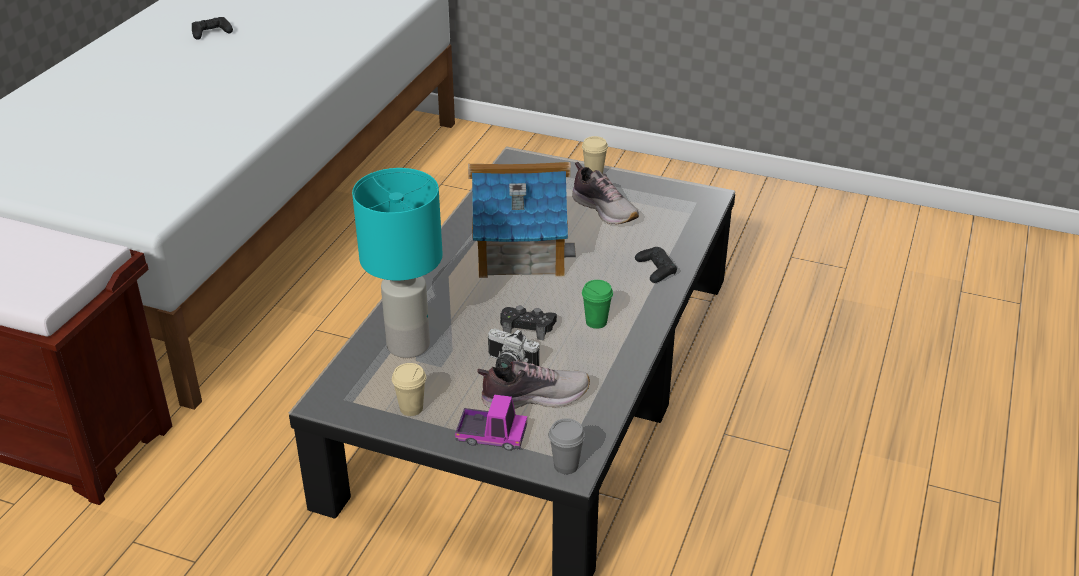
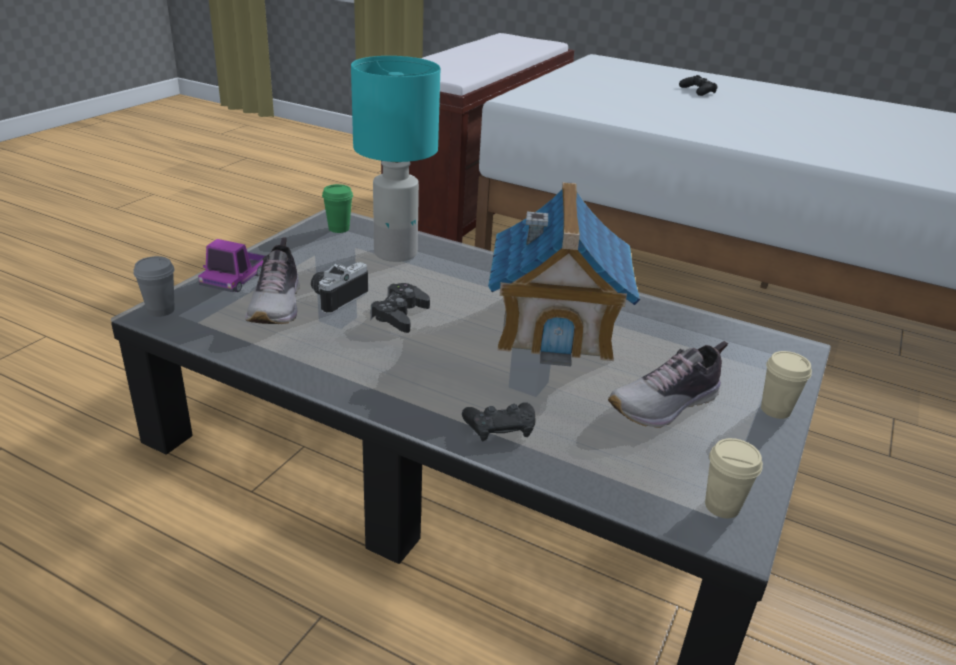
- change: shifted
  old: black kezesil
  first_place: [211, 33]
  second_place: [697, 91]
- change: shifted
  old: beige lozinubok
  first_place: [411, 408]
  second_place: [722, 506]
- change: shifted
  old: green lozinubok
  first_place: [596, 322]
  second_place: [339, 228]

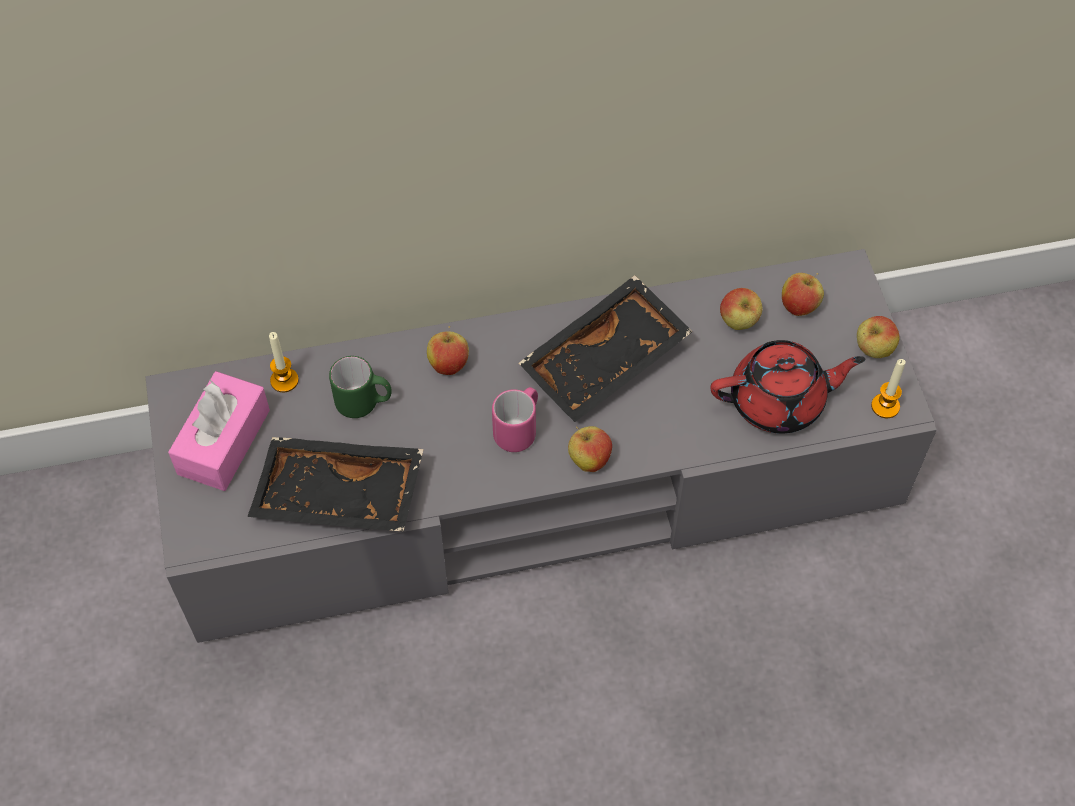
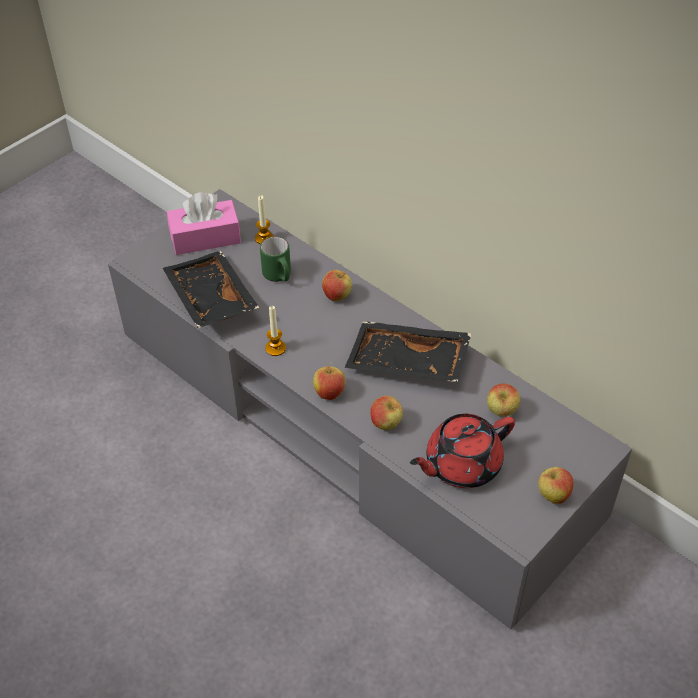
- change: gone
  old: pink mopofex
  first_place: [519, 429]
- change: shifted
  old: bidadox
  first_place: [799, 307]
  second_place: [386, 424]
- change: shifted
  old: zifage
  first_place: [885, 406]
  second_place: [275, 348]
- change: rotated
  old: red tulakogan
  first_place: [779, 401]
  second_place: [461, 464]
  degrees: 105

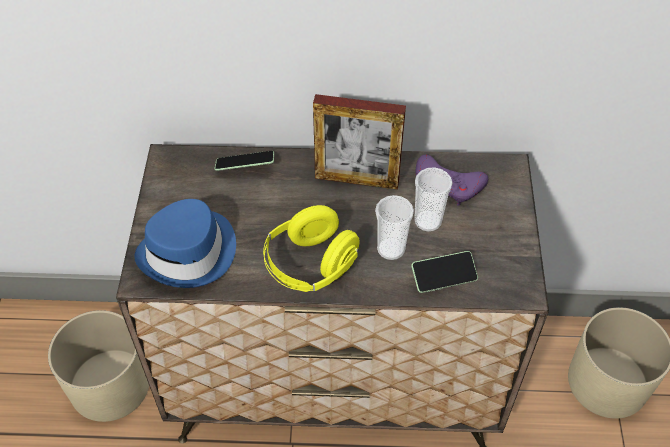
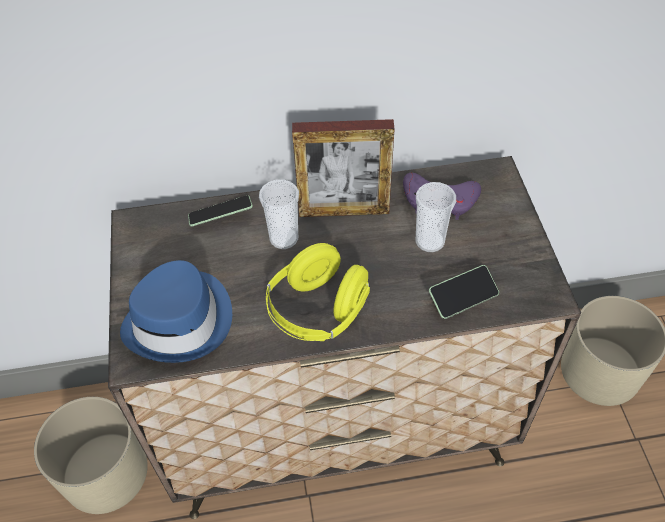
- change: shifted
  old: lozinubok
  first_place: [391, 249]
  second_place: [284, 238]

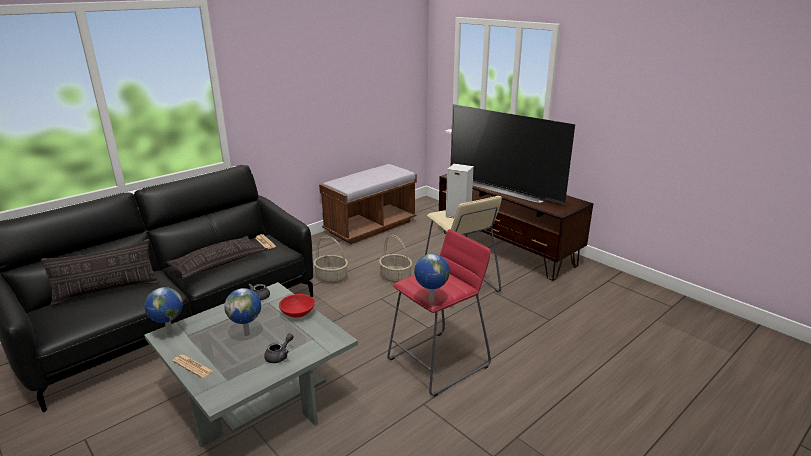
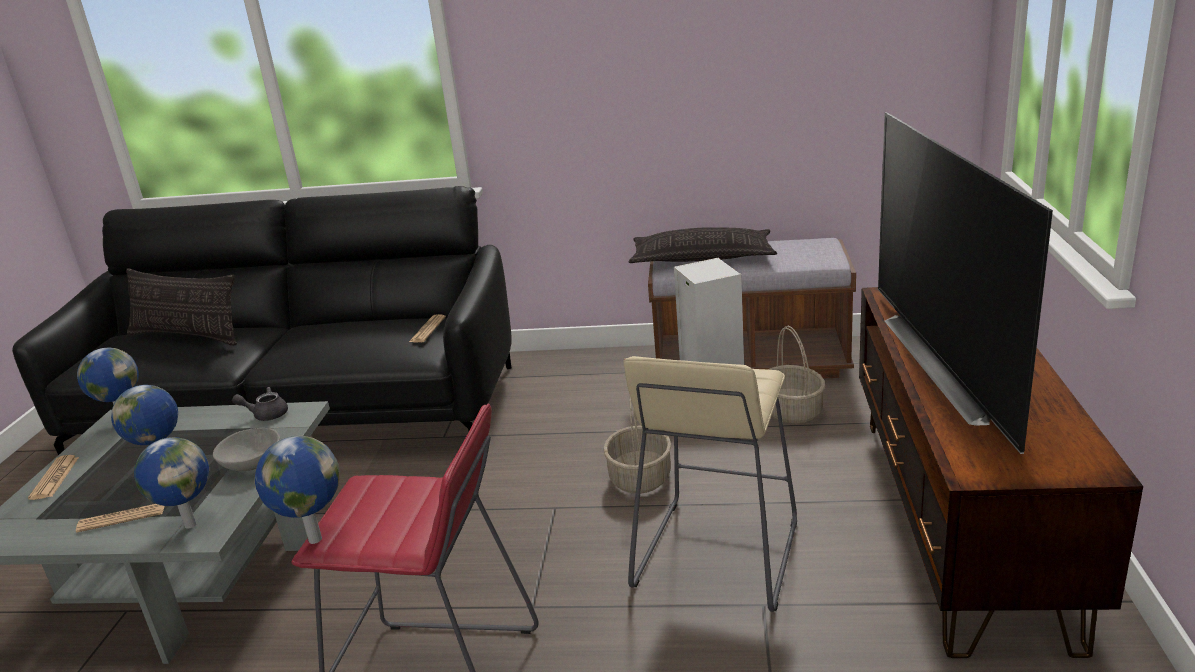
- change: new
  new: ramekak
  second_place: [190, 524]
- change: shifted
  old: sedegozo
  first_place: [219, 262]
  second_place: [702, 257]
- change: shifted
  old: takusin
  first_place: [332, 277]
  second_place: [793, 411]
- change: swapped
  old: grey tulakogan
  new: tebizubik
  first_place: [279, 356]
  second_place: [122, 518]
- change: repainted
  old: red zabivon
  new: grey zabivon
  first_place: [298, 313]
  second_place: [252, 463]

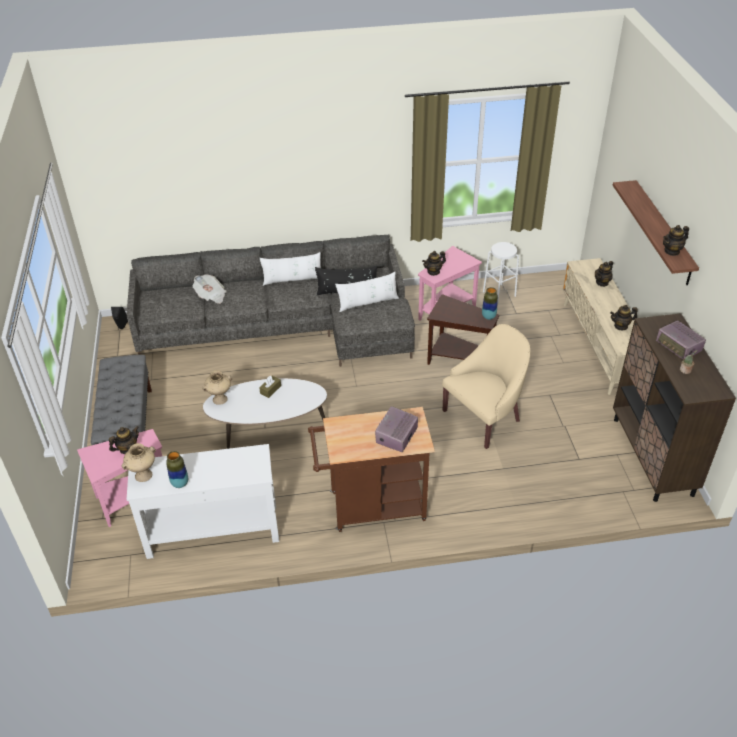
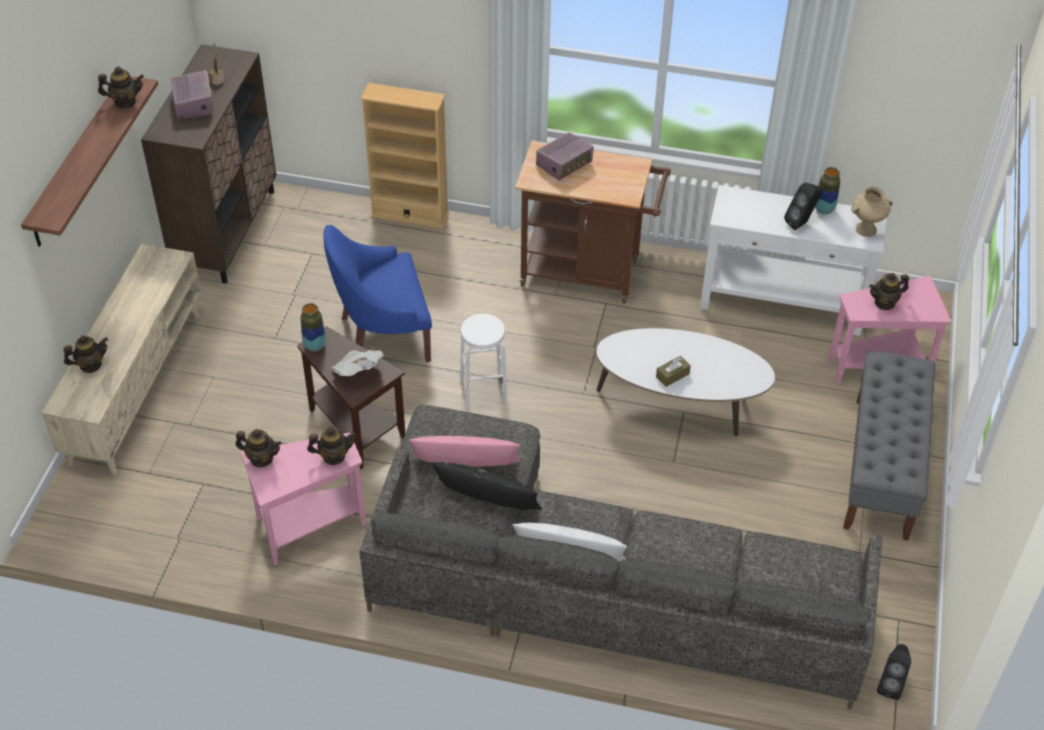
- change: gone
  old: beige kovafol
  first_place: [220, 400]
- change: new
  new: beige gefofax
  second_place: [410, 214]
- change: new
  new: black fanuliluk
  second_place: [801, 223]
- change: shifted
  old: tebizubik
  first_place: [211, 296]
  second_place: [358, 371]
- change: shifted
  old: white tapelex
  first_place: [499, 294]
  second_place: [483, 393]
- change: shifted
  old: tulakogan
  first_place: [621, 326]
  second_place: [261, 458]
- change: repainted
  old: white sedegozo
  new: pink sedegozo
  first_place: [368, 303]
  second_place: [465, 464]
- change: repainted
  old: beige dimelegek
  new: blue dimelegek
  first_place: [484, 417]
  second_place: [382, 335]

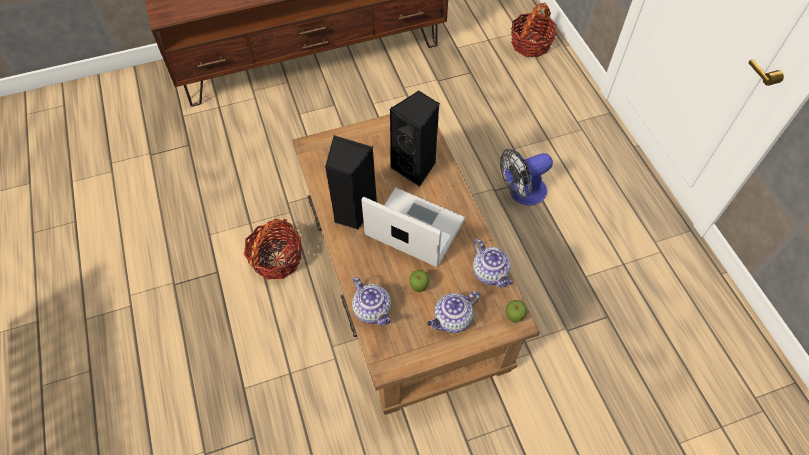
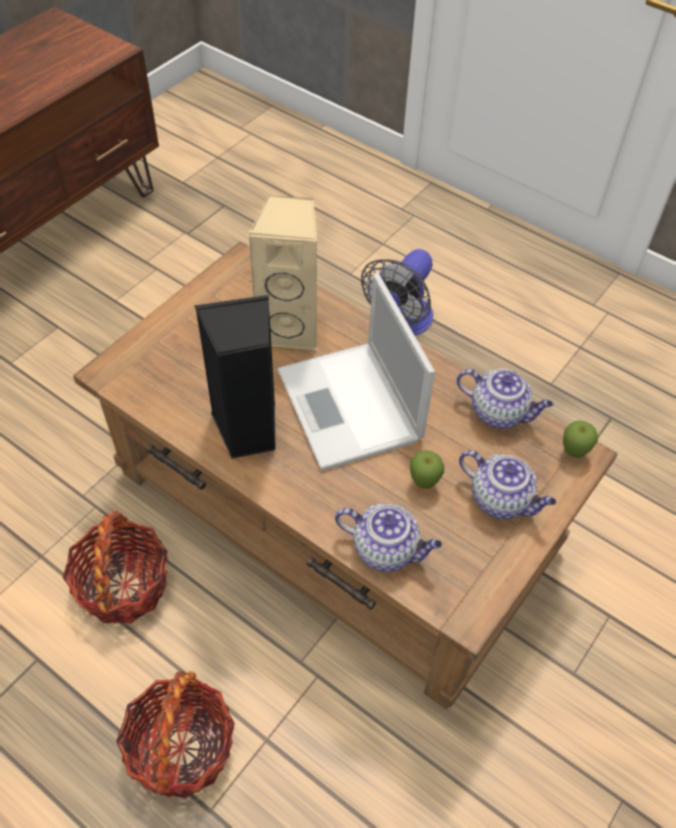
- change: shifted
  old: takusin
  first_place: [530, 44]
  second_place: [182, 748]
- change: repainted
  old: black fanuliluk
  new: beige fanuliluk
  first_place: [415, 167]
  second_place: [290, 328]
- change: rotated
  old: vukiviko
  first_place: [413, 227]
  second_place: [350, 407]
  degrees: -105
- change: rotated
  old: tulakogan
  first_place: [452, 320]
  second_place: [501, 500]
  degrees: -75

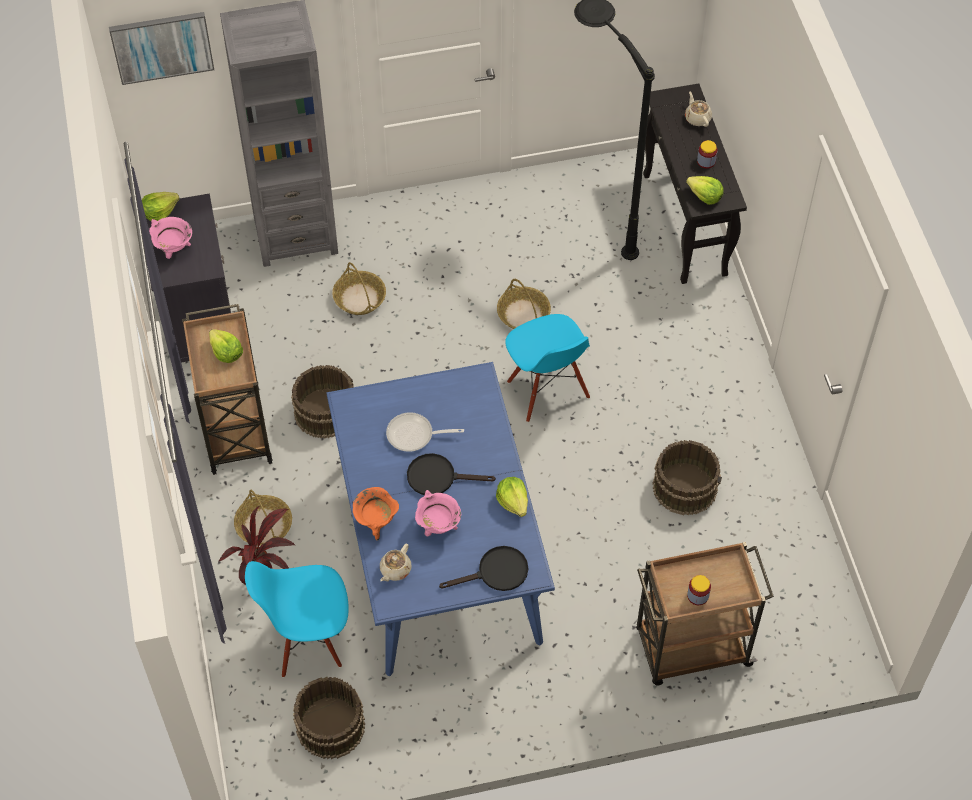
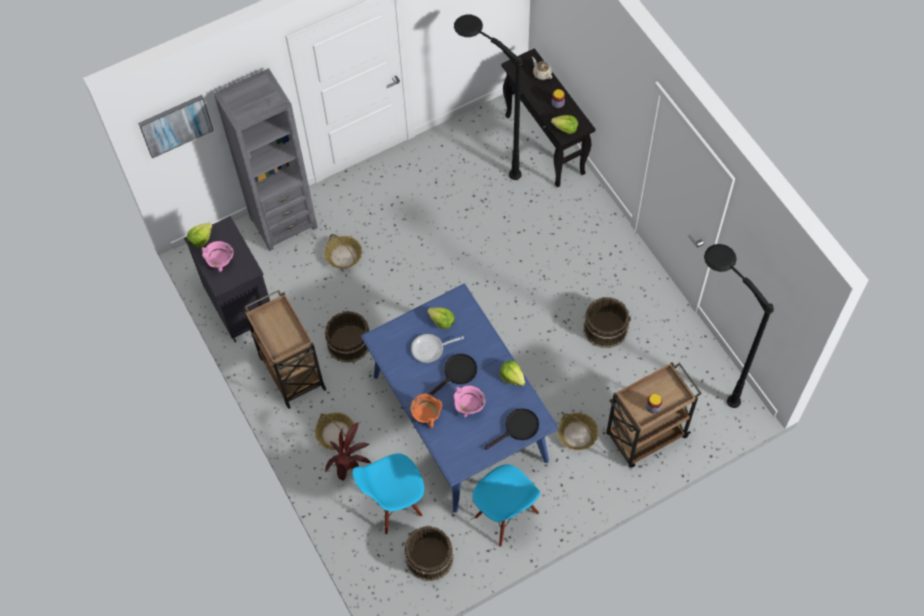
- change: gone
  old: beige tulakogan
  first_place: [395, 570]
- change: new
  new: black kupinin
  second_place: [702, 372]
- change: shifted
  old: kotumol
  first_place: [226, 353]
  second_place: [442, 321]
- change: shifted
  old: takusin
  first_place: [523, 315]
  second_place: [577, 434]
- change: shifted
  old: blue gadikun
  first_place: [547, 390]
  second_place: [506, 516]
- change: rotated
  old: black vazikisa
  first_place: [438, 477]
  second_place: [457, 373]
  degrees: 150

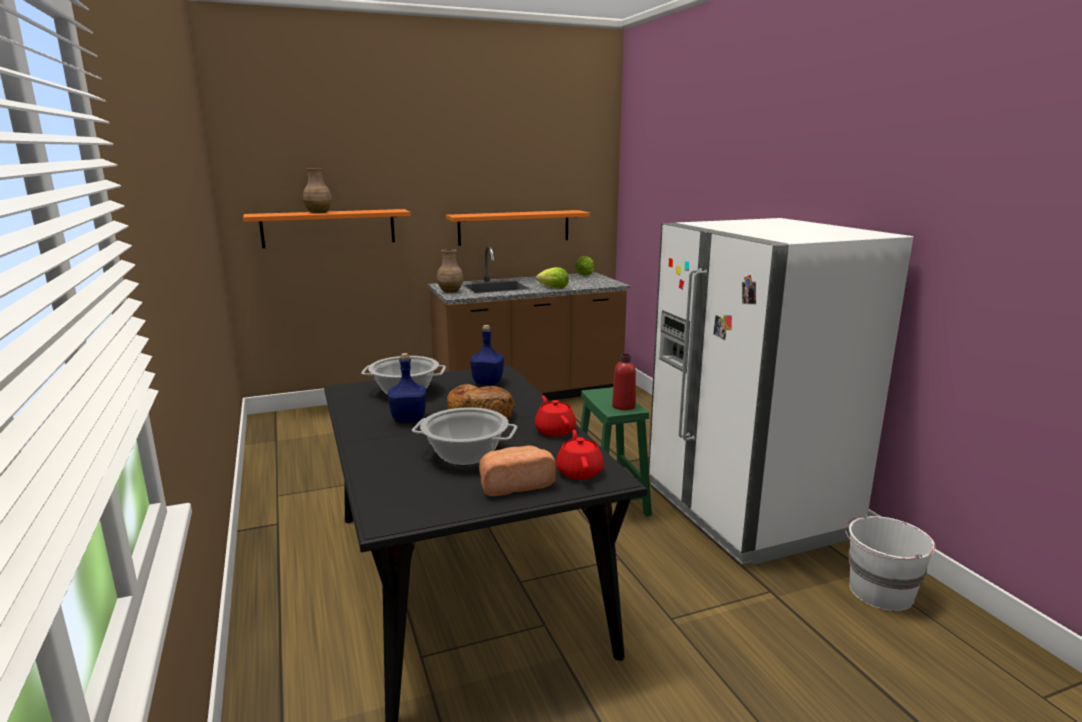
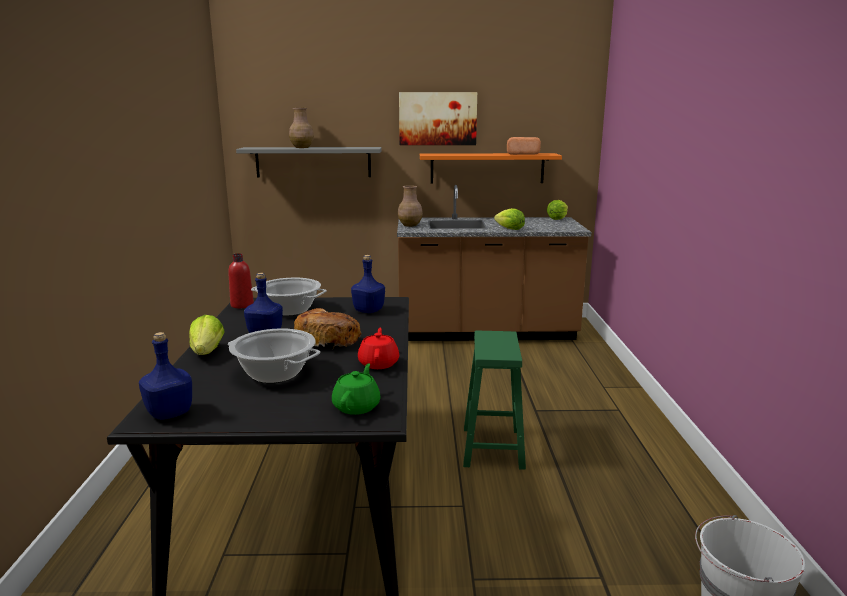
- change: gone
  old: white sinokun
  first_place: [747, 510]
- change: new
  new: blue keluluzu
  second_place: [170, 413]
- change: new
  new: kotumol
  second_place: [207, 352]
- change: new
  new: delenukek
  second_place: [437, 118]
- change: shifted
  old: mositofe
  first_place: [514, 484]
  second_place: [522, 154]
- change: shifted
  old: red keluluzu
  first_place: [623, 406]
  second_place: [242, 305]
- change: repainted
  old: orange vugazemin
  new: grey vugazemin
  first_place: [329, 228]
  second_place: [313, 162]
- change: repainted
  old: red tulakogan
  new: green tulakogan
  first_place: [579, 472]
  second_place: [357, 406]

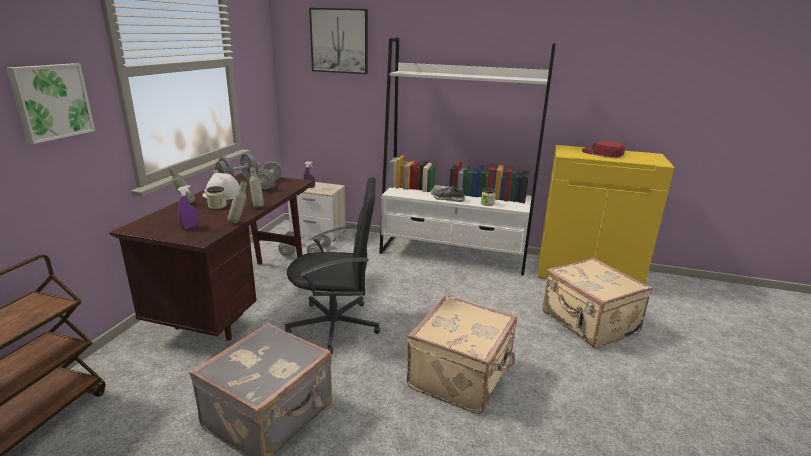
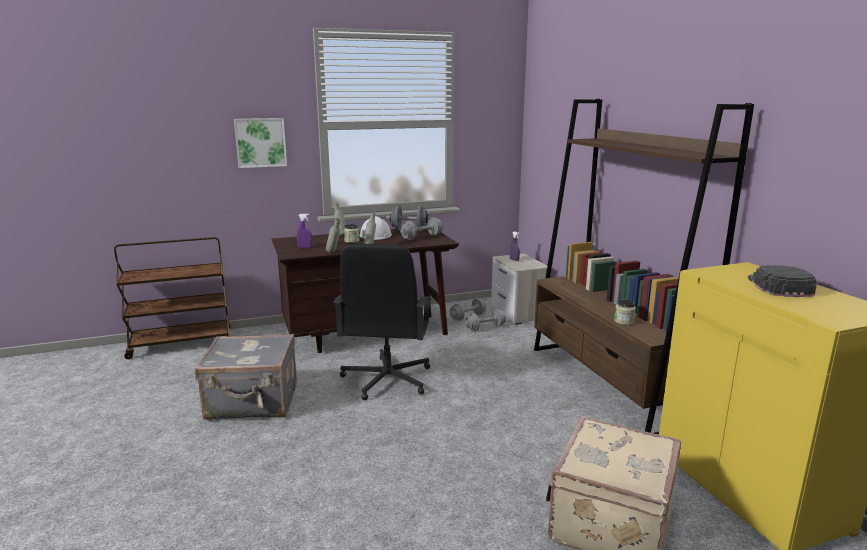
- change: gone
  old: delenukek
  first_place: [339, 41]
- change: gone
  old: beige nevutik
  first_place: [462, 376]
- change: gone
  old: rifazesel
  first_place: [447, 199]
- change: repainted
  old: white gefofax
  new: brown gefofax
  first_place: [453, 254]
  second_place: [608, 384]
- change: repainted
  old: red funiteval
  new: black funiteval
  first_place: [602, 153]
  second_place: [778, 286]
- change: rotated
  old: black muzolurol
  first_place: [335, 325]
  second_place: [386, 379]
  degrees: 45

